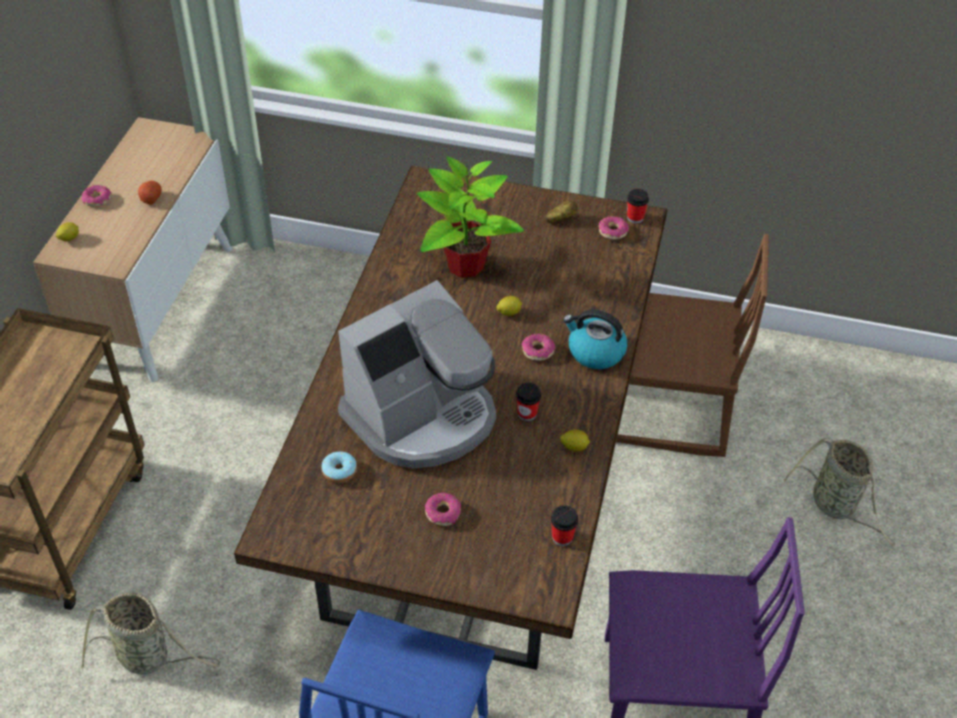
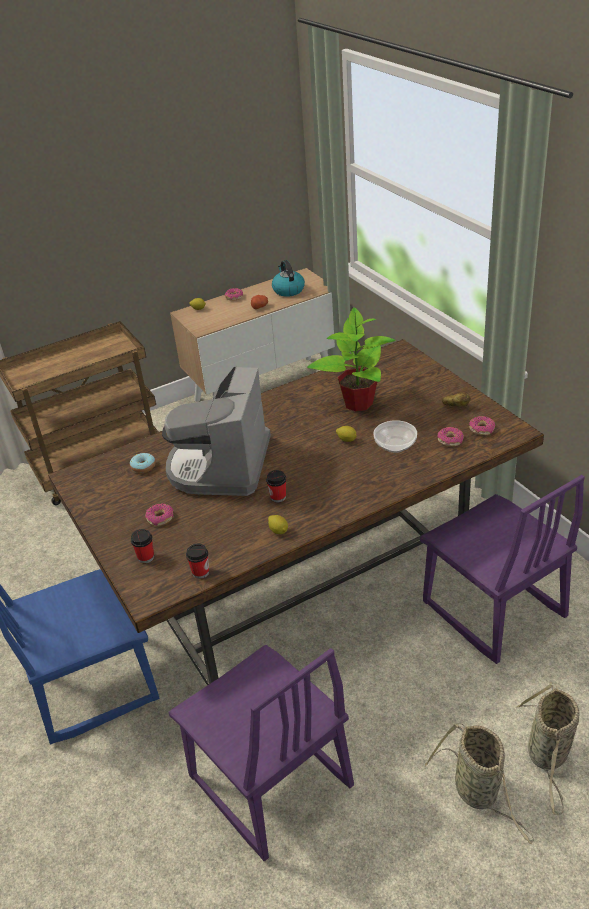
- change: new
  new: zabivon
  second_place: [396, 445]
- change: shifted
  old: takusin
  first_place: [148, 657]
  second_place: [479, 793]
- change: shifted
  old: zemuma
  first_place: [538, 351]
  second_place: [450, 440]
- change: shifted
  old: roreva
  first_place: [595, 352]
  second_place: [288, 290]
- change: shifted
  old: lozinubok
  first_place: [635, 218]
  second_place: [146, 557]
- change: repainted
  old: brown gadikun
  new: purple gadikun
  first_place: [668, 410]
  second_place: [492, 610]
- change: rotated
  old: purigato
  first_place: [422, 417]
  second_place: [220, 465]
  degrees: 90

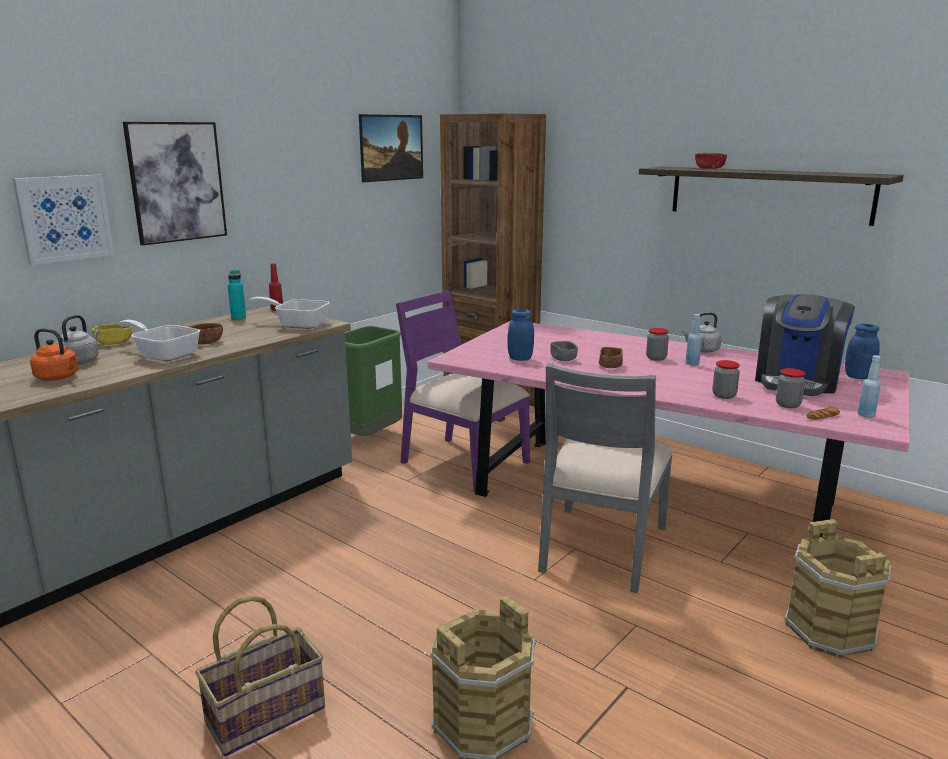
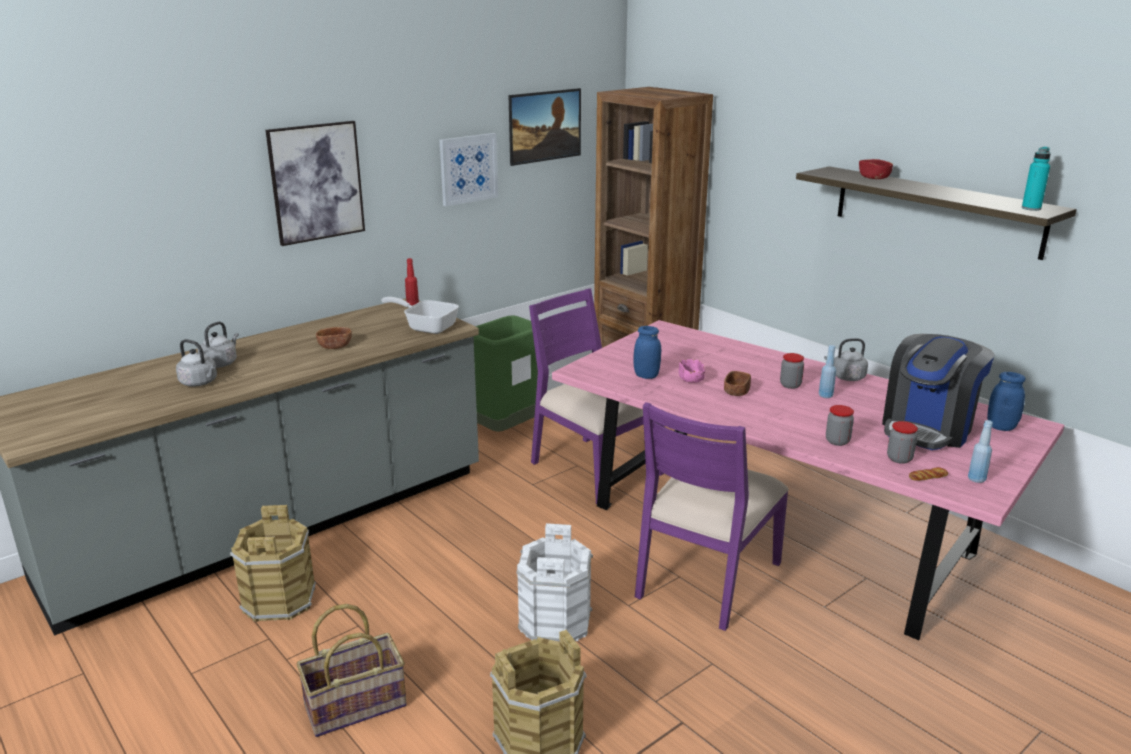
- change: gone
  old: yellow zabivon
  first_place: [114, 342]
- change: gone
  old: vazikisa
  first_place: [164, 354]
- change: new
  new: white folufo
  second_place: [554, 622]
- change: shifted
  old: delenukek
  first_place: [64, 218]
  second_place: [468, 169]
- change: shifted
  old: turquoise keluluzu
  first_place: [238, 318]
  second_place: [1031, 208]
- change: shifted
  old: brown folufo
  first_place: [830, 630]
  second_place: [280, 600]
- change: repainted
  old: orange roreva
  new: grey roreva
  first_place: [59, 377]
  second_place: [200, 383]
- change: repainted
  old: grey gadikun
  new: purple gadikun
  first_place: [601, 548]
  second_place: [705, 579]
- change: repainted
  old: grey zabivon
  new: pink zabivon
  first_place: [563, 359]
  second_place: [691, 379]

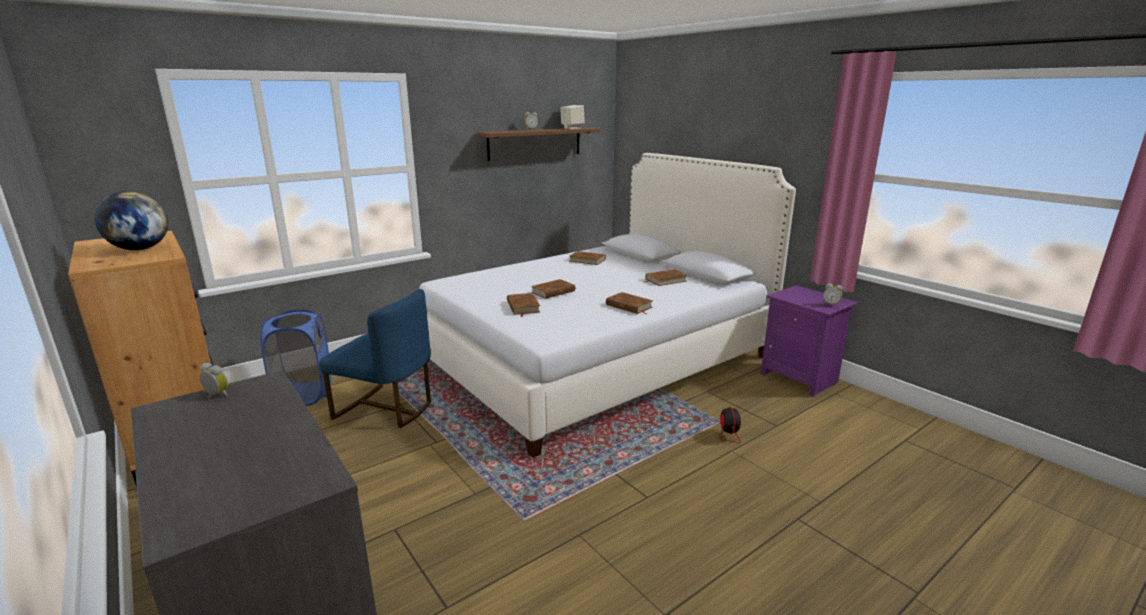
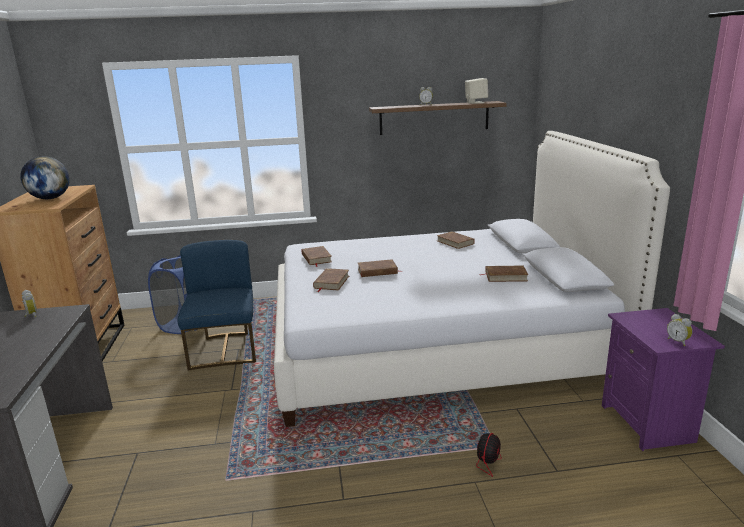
- change: shifted
  old: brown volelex
  first_place: [629, 306]
  second_place: [316, 258]
- change: rotated
  old: blue gadikun
  first_place: [386, 408]
  second_place: [225, 350]
  degrees: -150

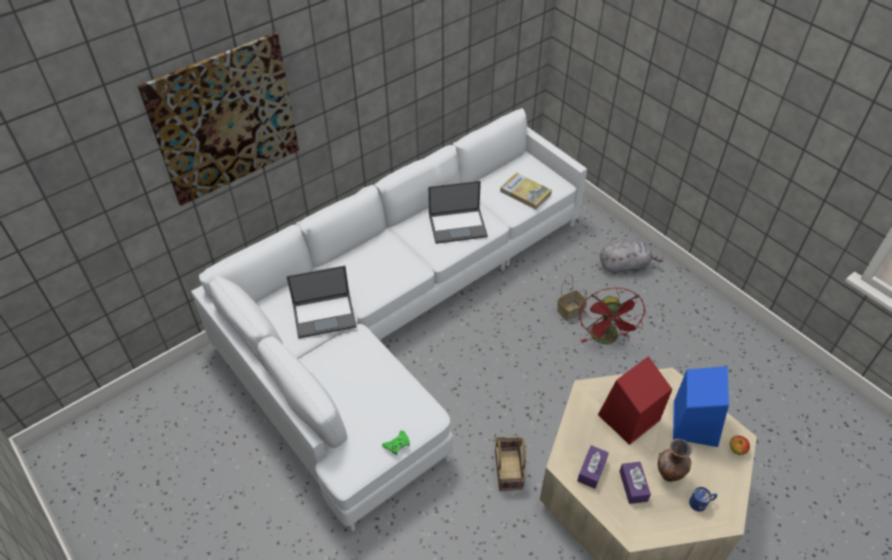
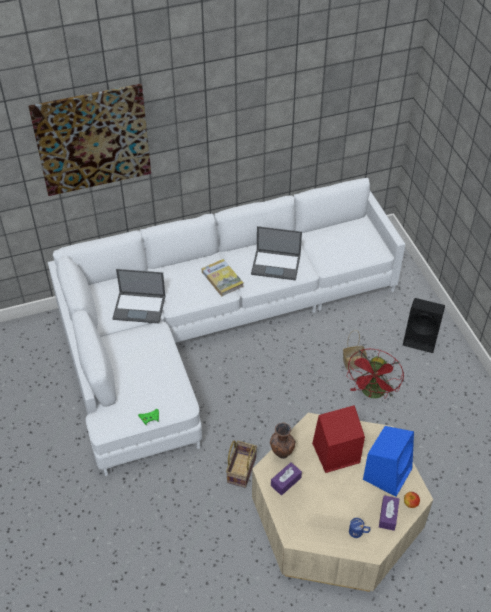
- change: shifted
  old: volelex
  first_place: [525, 193]
  second_place: [222, 279]
- change: shifted
  old: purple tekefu
  first_place: [633, 486]
  second_place: [388, 516]
- change: shifted
  old: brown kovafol
  first_place: [667, 476]
  second_place: [281, 454]
- change: swapped
  old: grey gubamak
  new: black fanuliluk
  first_place: [625, 266]
  second_place: [421, 338]

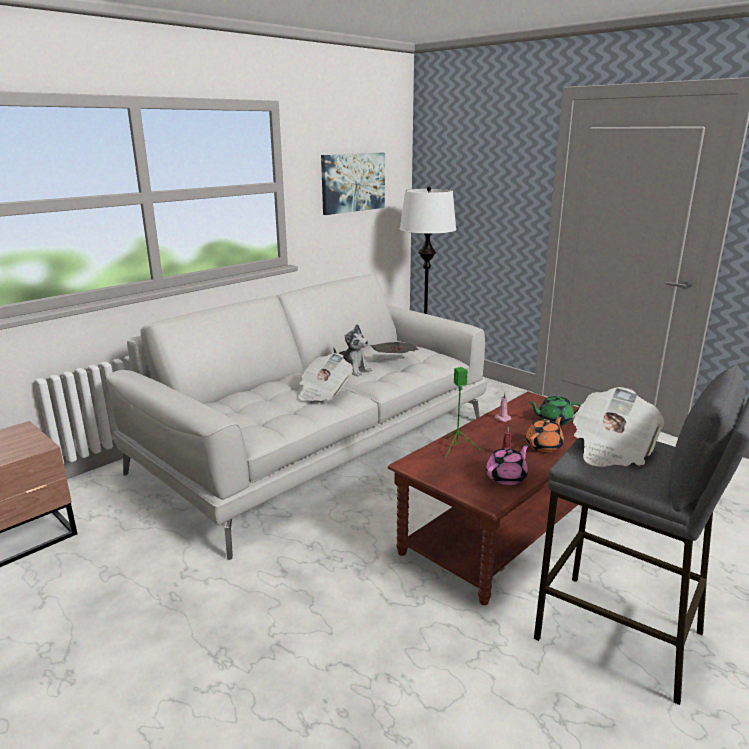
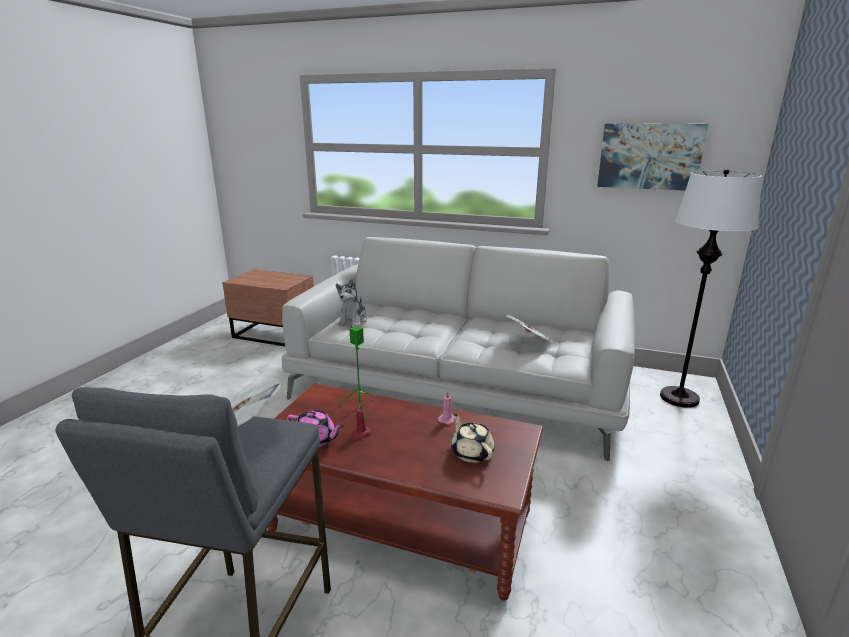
- change: gone
  old: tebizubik
  first_place: [323, 392]
- change: gone
  old: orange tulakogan
  first_place: [544, 446]
- change: shifted
  old: gubamak
  first_place: [352, 370]
  second_place: [353, 320]
- change: repainted
  old: green tulakogan
  new: beige tulakogan
  first_place: [554, 420]
  second_place: [471, 452]

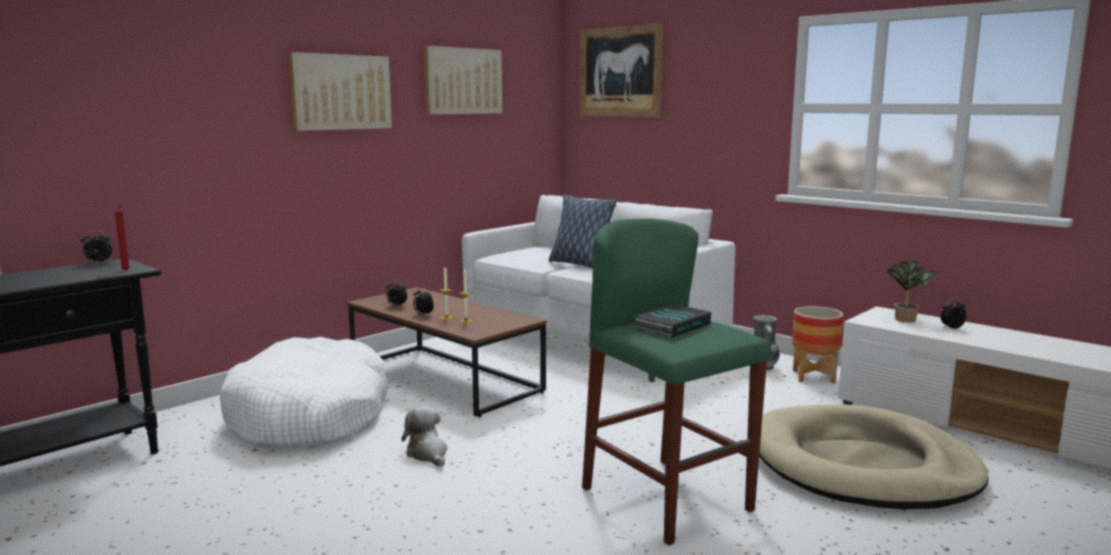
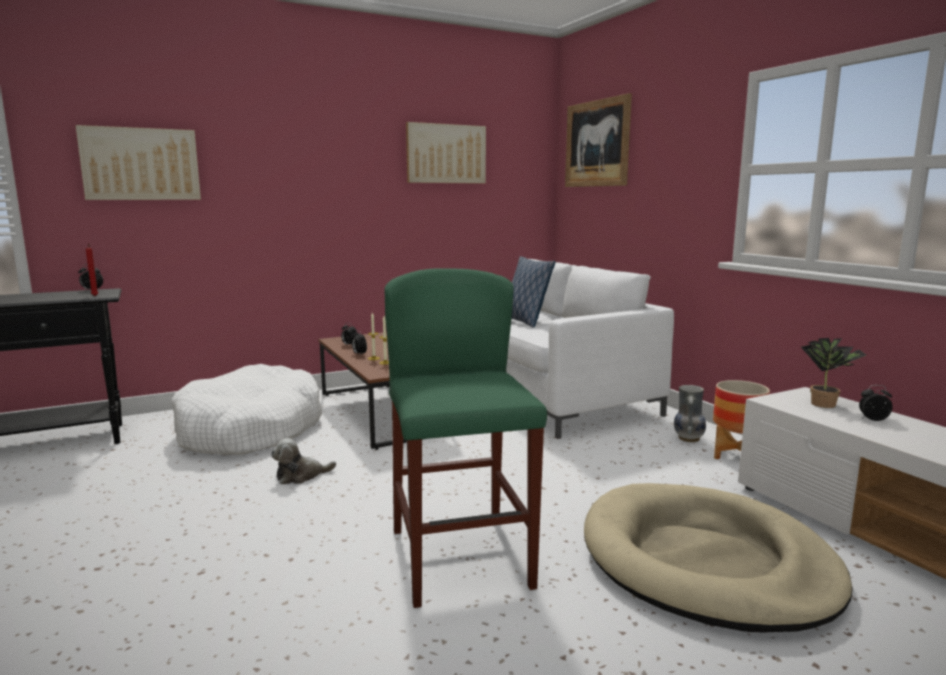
- change: gone
  old: volelex
  first_place: [672, 326]
- change: shifted
  old: delenukek
  first_place: [341, 92]
  second_place: [141, 164]
- change: rotated
  old: gubamak
  first_place: [428, 454]
  second_place: [301, 476]
  degrees: -105

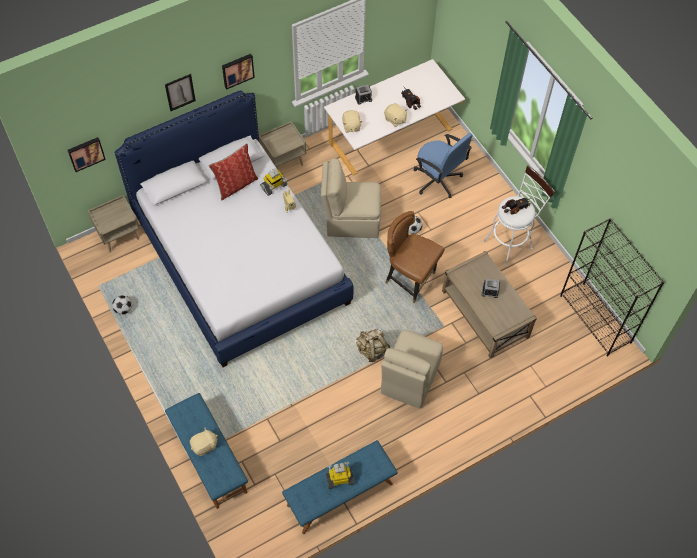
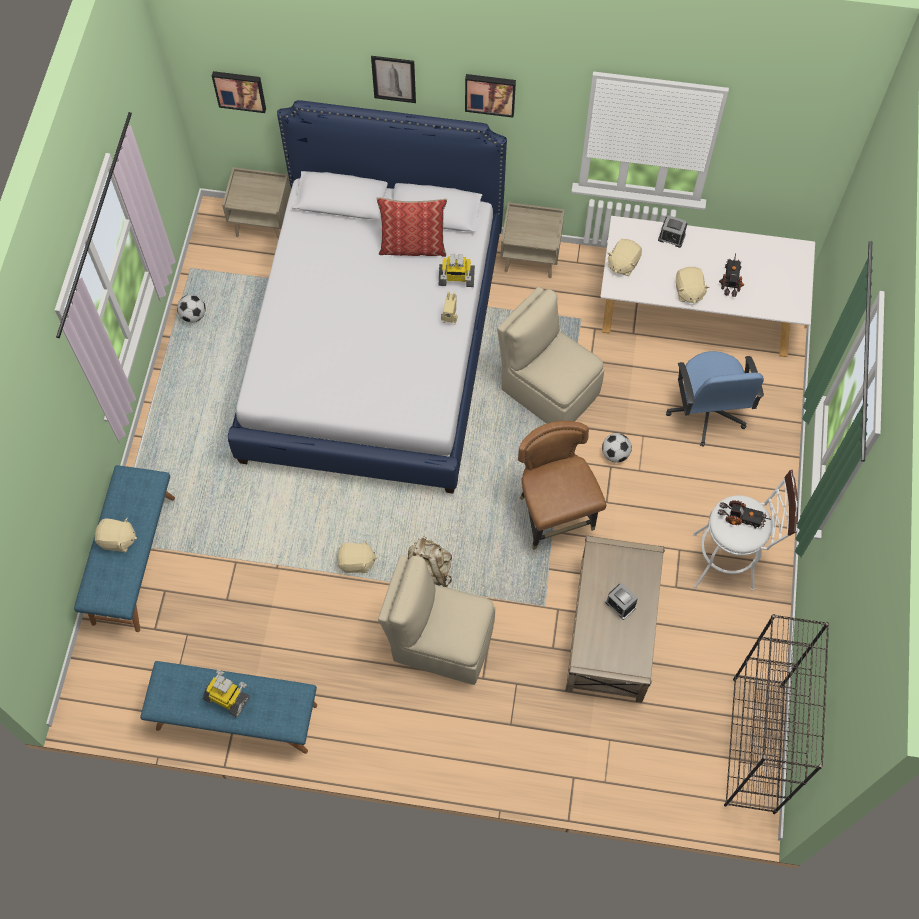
- change: new
  new: beige gubamak
  second_place: [356, 562]
- change: rotated
  old: beige gadikun
  first_place: [409, 380]
  second_place: [440, 641]
  degrees: 45

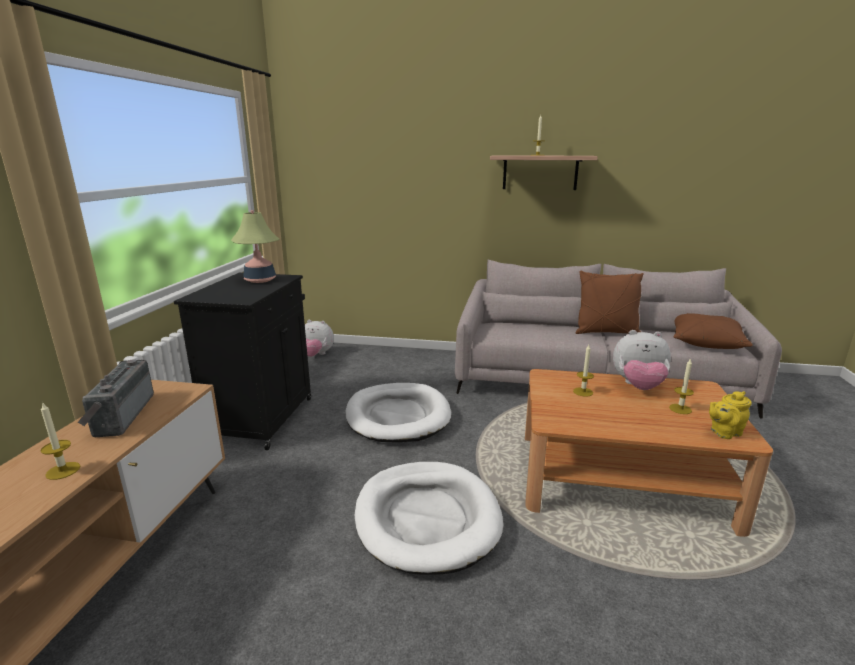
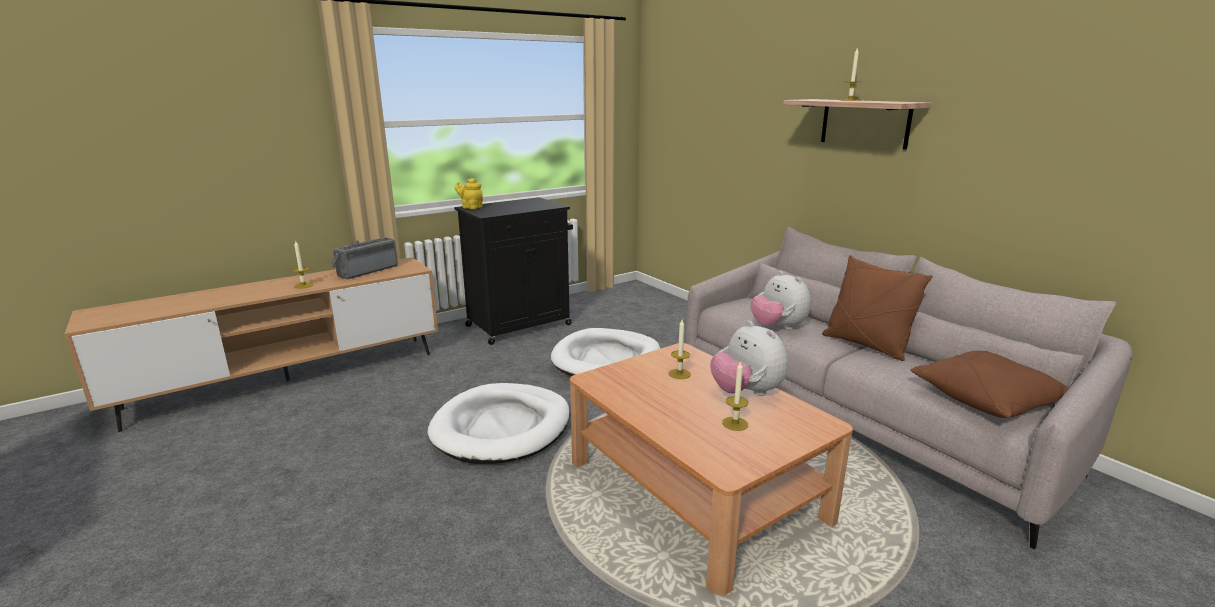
- change: gone
  old: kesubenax
  first_place: [260, 280]
- change: shifted
  old: gubamak
  first_place: [316, 355]
  second_place: [778, 327]
- change: shifted
  old: yellow tulakogan
  first_place: [724, 432]
  second_place: [470, 207]

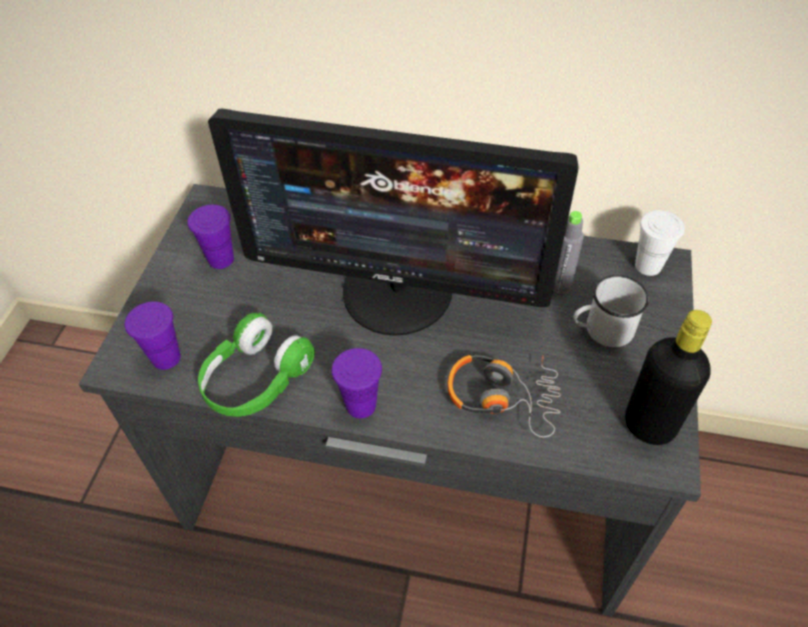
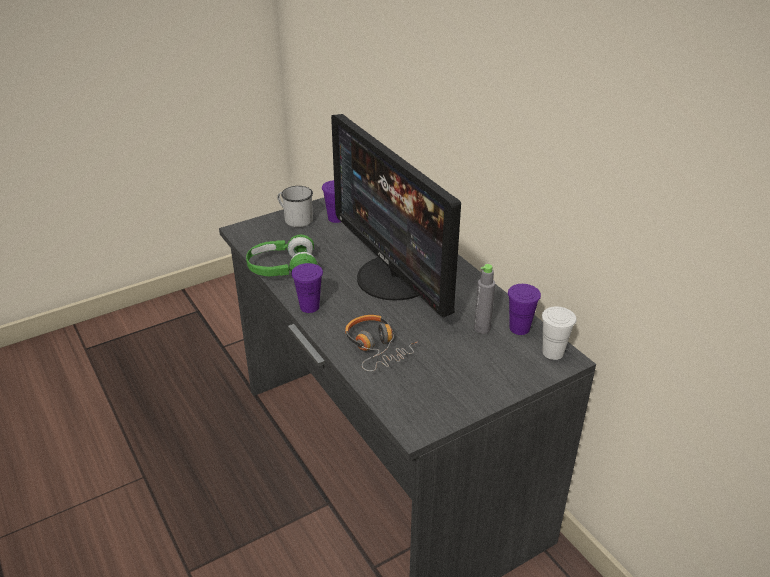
- change: gone
  old: black keluluzu
  first_place: [649, 425]
- change: shifted
  old: purple lozinubok
  first_place: [166, 358]
  second_place: [519, 328]
- change: shifted
  old: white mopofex
  first_place: [602, 330]
  second_place: [295, 218]

